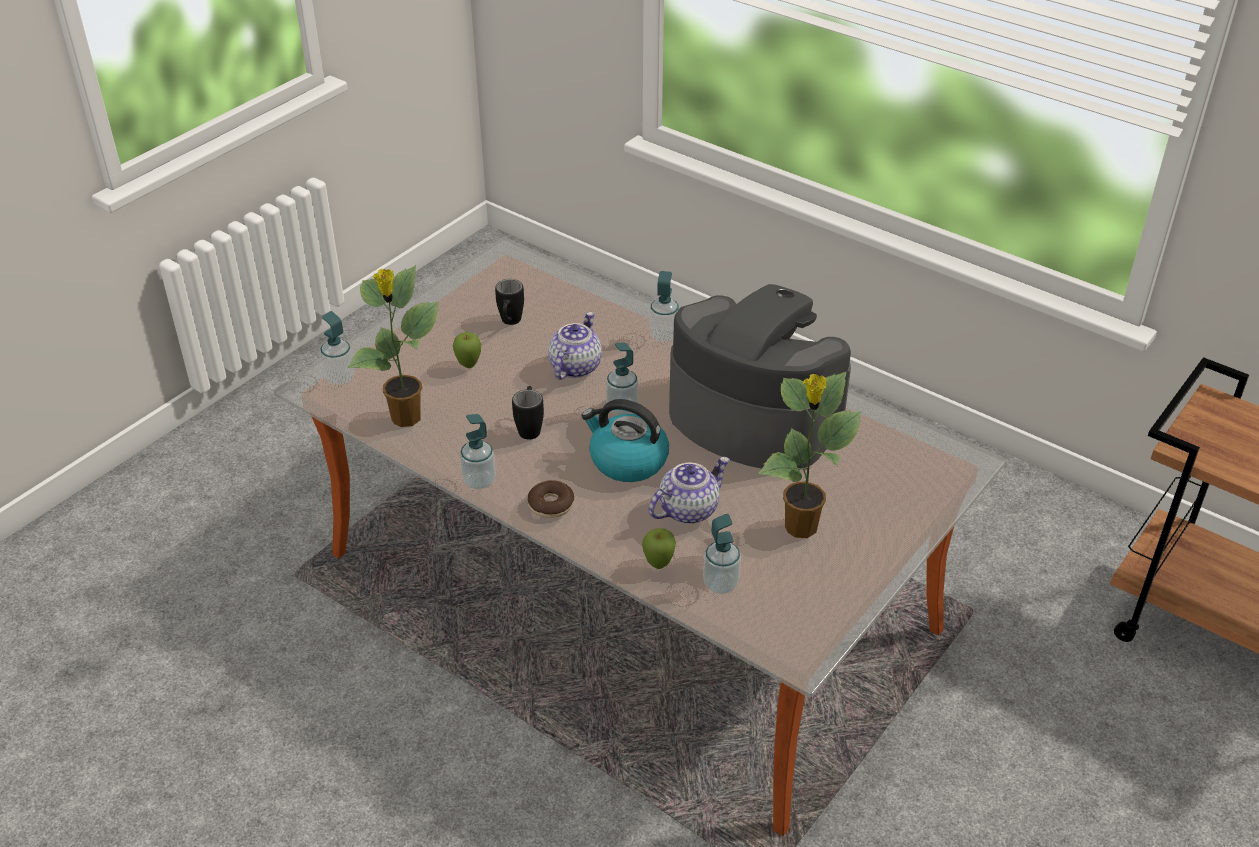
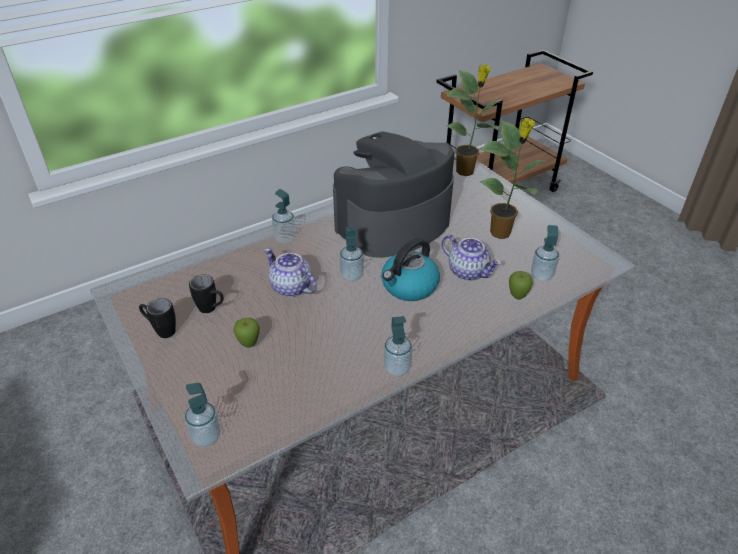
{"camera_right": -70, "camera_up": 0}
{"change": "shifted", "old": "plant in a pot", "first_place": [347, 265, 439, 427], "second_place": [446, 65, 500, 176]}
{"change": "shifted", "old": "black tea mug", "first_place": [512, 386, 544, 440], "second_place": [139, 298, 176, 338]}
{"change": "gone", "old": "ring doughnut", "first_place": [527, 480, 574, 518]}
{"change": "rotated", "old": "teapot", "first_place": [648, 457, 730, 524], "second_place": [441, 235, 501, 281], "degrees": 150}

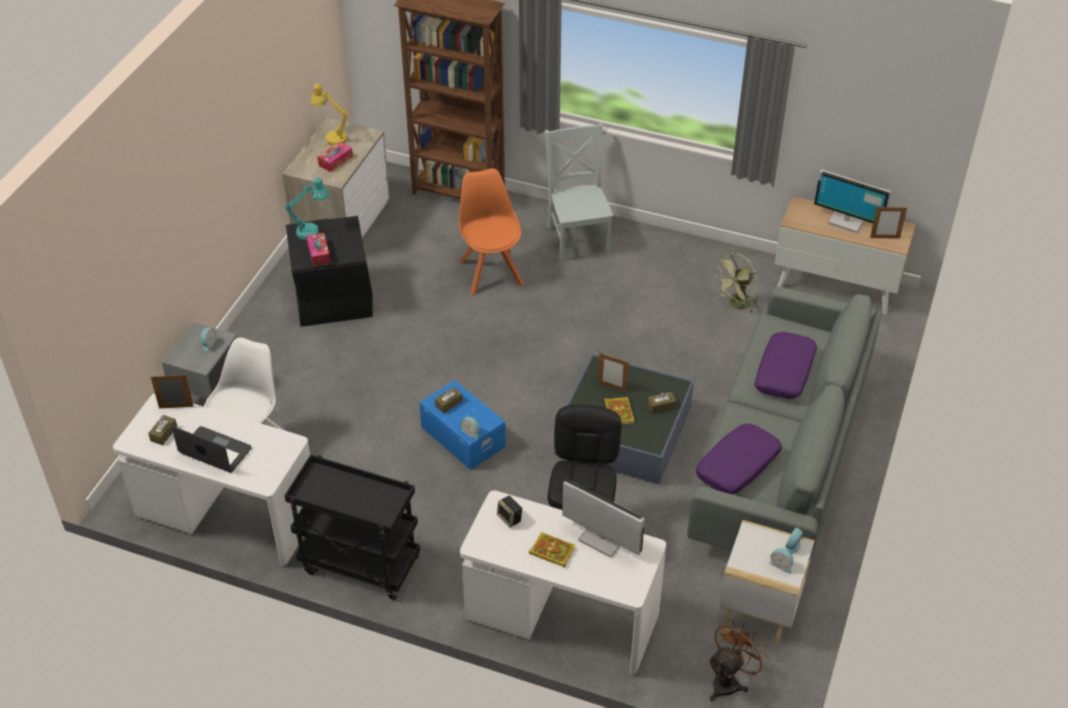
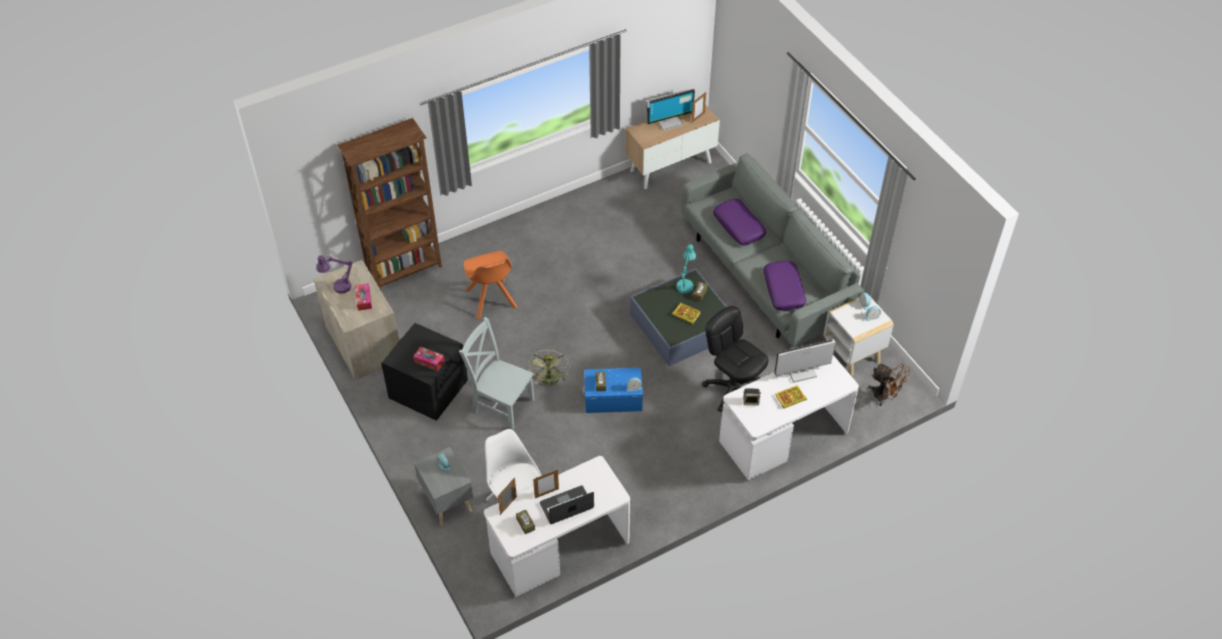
{"camera_right": -50, "camera_up": 5}
{"change": "gone", "old": "black trolley", "first_place": [284, 455, 420, 600]}
{"change": "shifted", "old": "blue-green table lamp", "first_place": [285, 177, 329, 240], "second_place": [676, 244, 696, 294]}
{"change": "repainted", "old": "yellow table lamp", "new": "purplish table lamp", "first_place": [311, 84, 348, 146], "second_place": [316, 255, 353, 294]}
{"change": "rotated", "old": "orange chair", "first_place": [459, 168, 524, 295], "second_place": [464, 251, 518, 319], "degrees": -135}
{"change": "shifted", "old": "gray chair", "first_place": [544, 123, 613, 262], "second_place": [459, 317, 534, 430]}
{"change": "shifted", "old": "photo frame", "first_place": [598, 353, 629, 392], "second_place": [533, 469, 559, 498]}
{"change": "rotated", "old": "brown fan", "first_place": [708, 619, 769, 701], "second_place": [868, 363, 910, 406], "degrees": 135}
{"change": "shifted", "old": "green-coloured fan", "first_place": [714, 253, 759, 313], "second_place": [528, 350, 569, 385]}

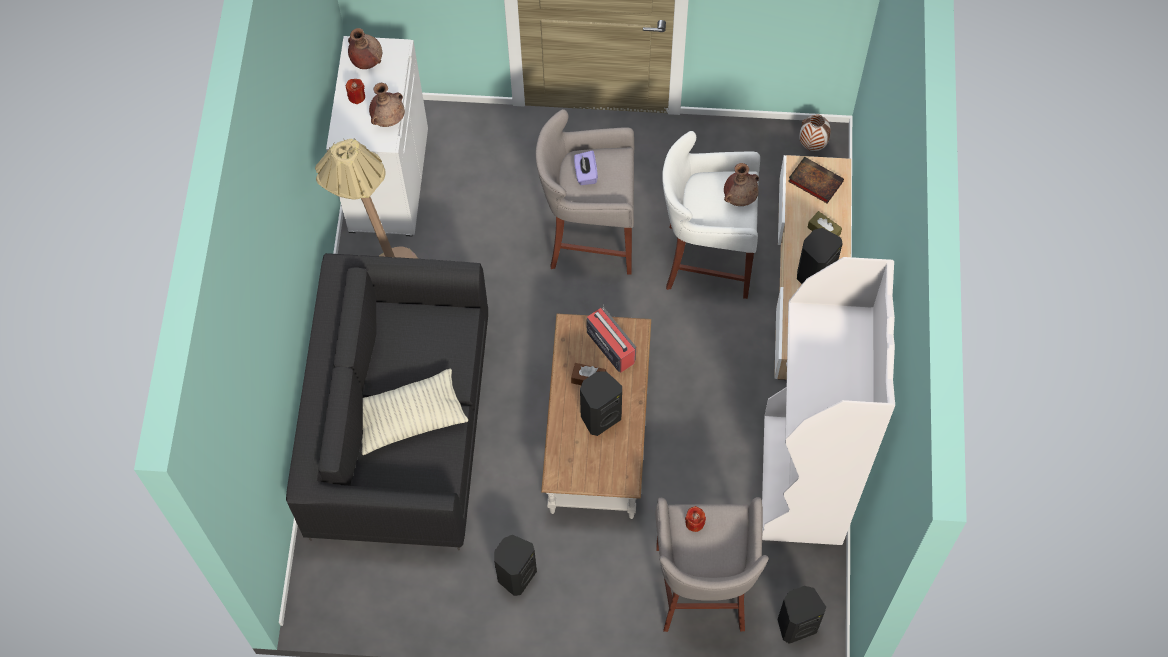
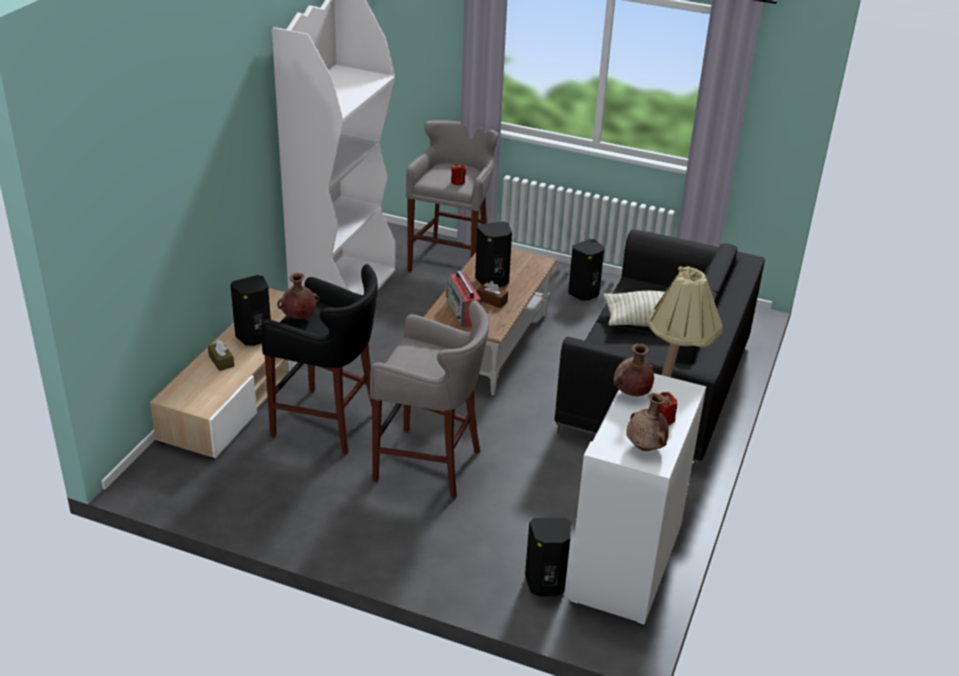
{"camera_right": -165, "camera_up": -30}
{"change": "gone", "old": "purplish tissue holder", "first_place": [574, 150, 598, 185]}
{"change": "repainted", "old": "white stool", "new": "black stool", "first_place": [662, 131, 760, 299], "second_place": [261, 264, 378, 454]}
{"change": "shifted", "old": "black audio speaker", "first_place": [777, 586, 826, 644], "second_place": [525, 518, 571, 597]}
{"change": "gone", "old": "book", "first_place": [788, 157, 844, 203]}
{"change": "gone", "old": "decorative vase", "first_place": [799, 115, 831, 151]}

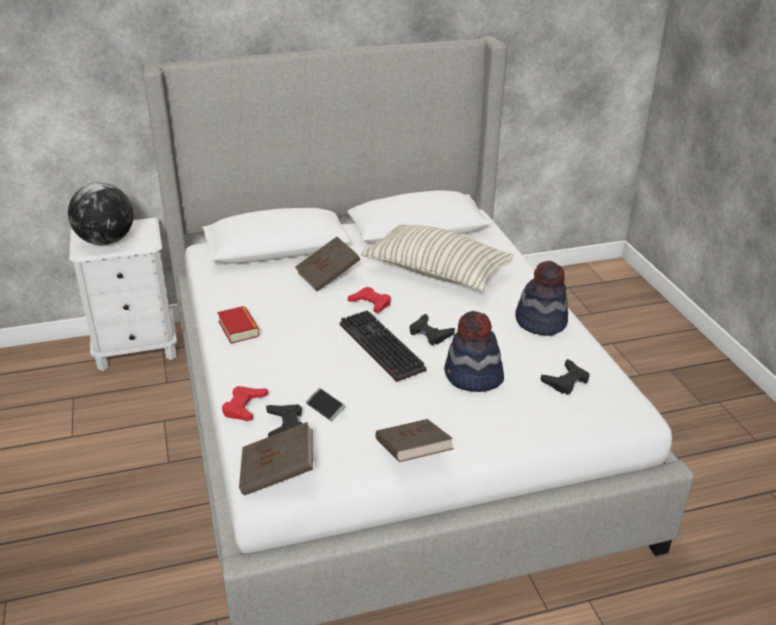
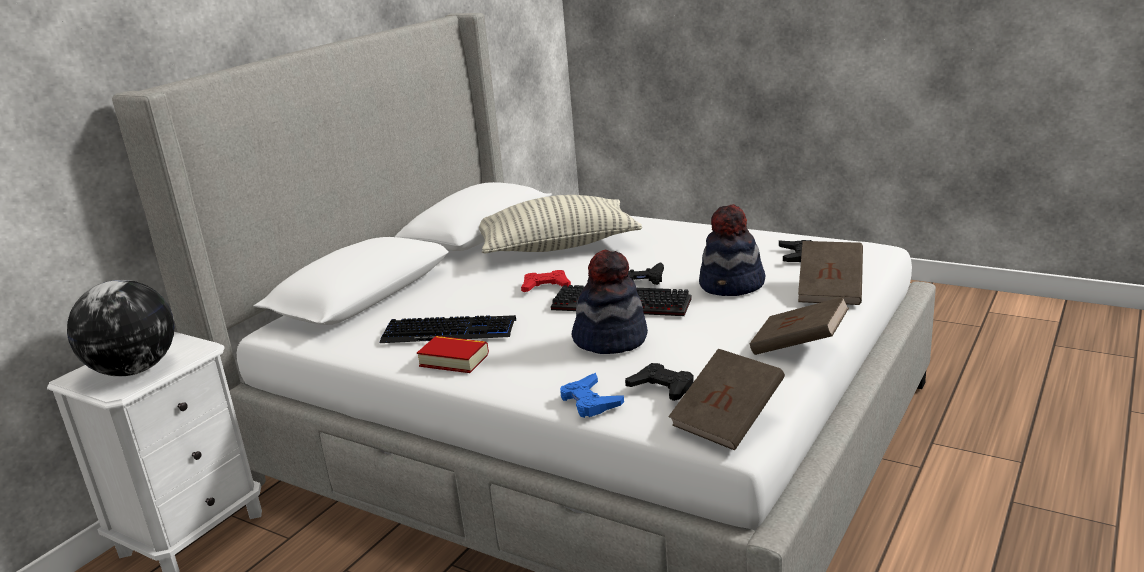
{"camera_right": -40, "camera_up": -10}
{"change": "repainted", "old": "red joypad", "new": "bluish joypad", "first_place": [222, 386, 268, 421], "second_place": [560, 373, 624, 418]}
{"change": "shifted", "old": "brown book", "first_place": [295, 237, 360, 291], "second_place": [798, 241, 863, 305]}
{"change": "gone", "old": "phone", "first_place": [306, 388, 345, 421]}
{"change": "shifted", "old": "hat", "first_place": [515, 261, 568, 336], "second_place": [572, 250, 648, 354]}
{"change": "new", "new": "keyboard", "second_place": [380, 315, 516, 343]}

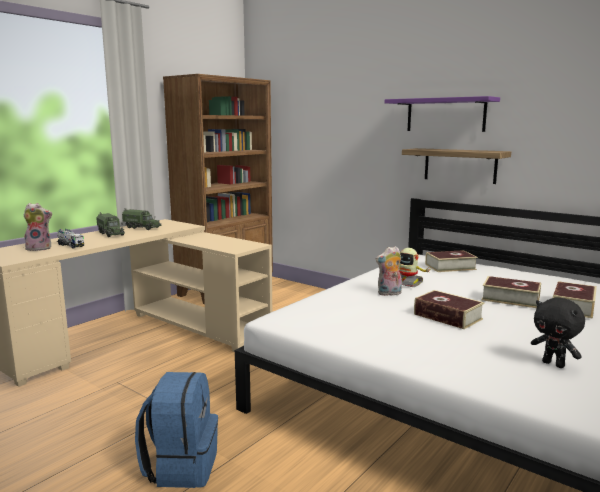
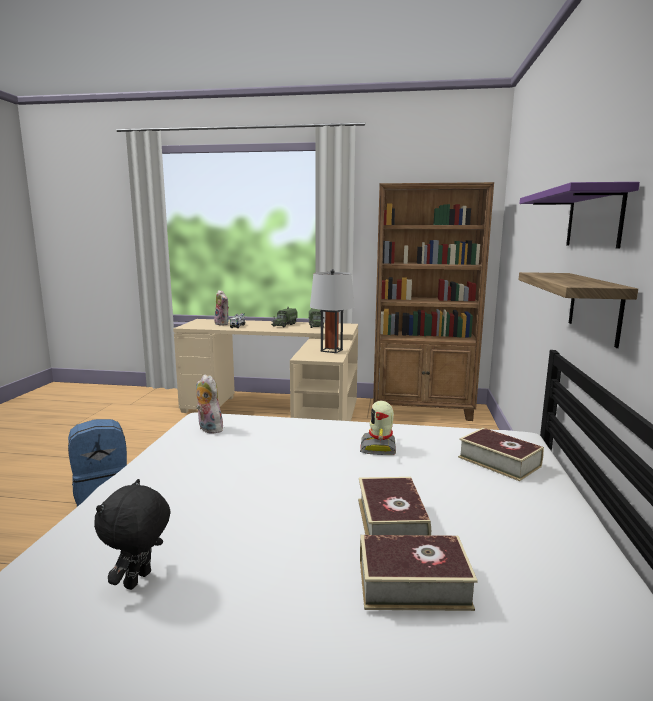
{"camera_right": 60, "camera_up": 0}
{"change": "shifted", "old": "plush toy", "first_place": [376, 246, 402, 296], "second_place": [196, 374, 223, 434]}
{"change": "gone", "old": "book", "first_place": [414, 290, 484, 329]}
{"change": "new", "new": "gray table lamp", "second_place": [310, 269, 354, 353]}

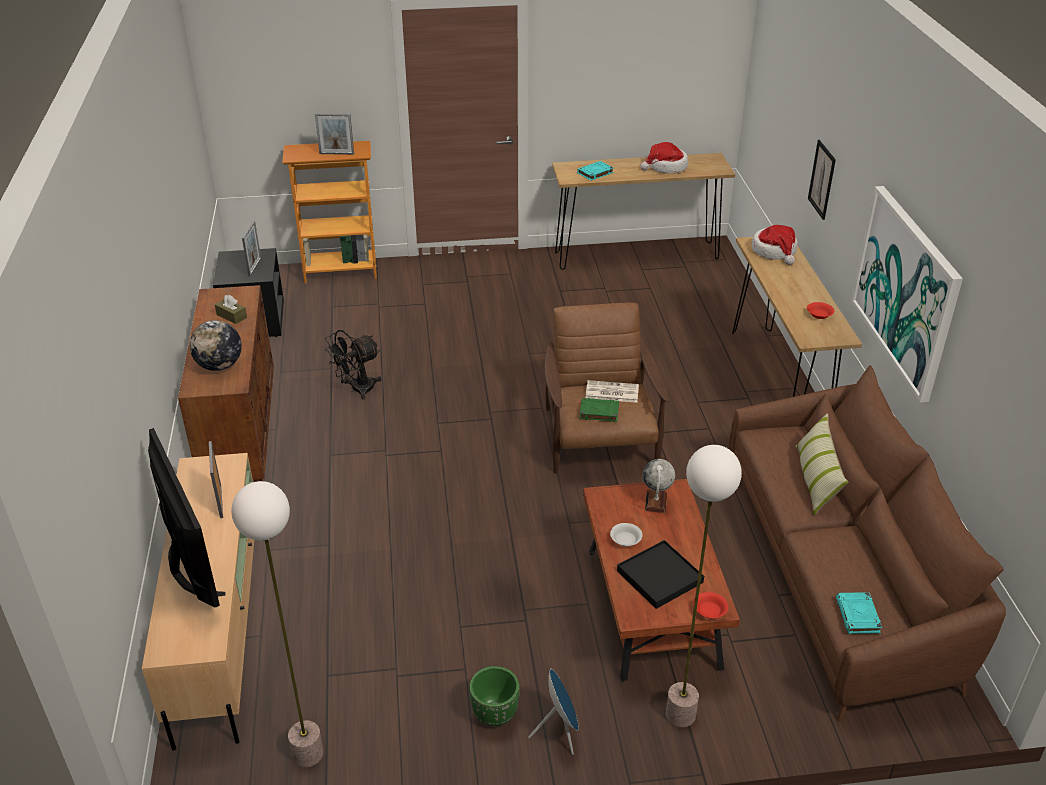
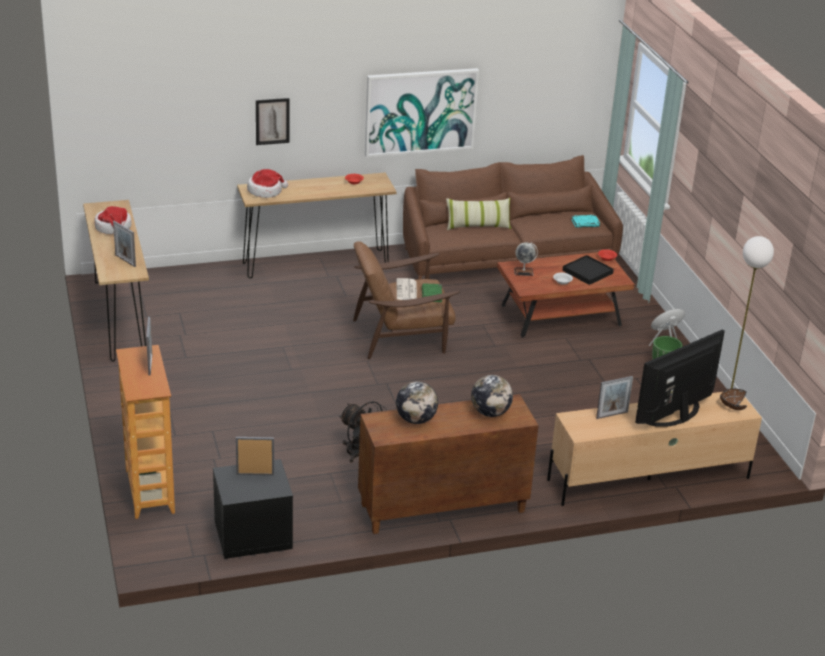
{"camera_right": -100, "camera_up": -5}
{"change": "swapped", "old": "brown tissue holder", "new": "world globe", "first_place": [215, 295, 247, 324], "second_place": [396, 381, 438, 424]}
{"change": "swapped", "old": "blue-green book", "new": "photo frame", "first_place": [577, 161, 614, 181], "second_place": [113, 221, 136, 267]}
{"change": "gone", "old": "standing lamp", "first_place": [666, 445, 742, 727]}
{"change": "new", "new": "brown deep dish", "second_place": [720, 389, 747, 410]}

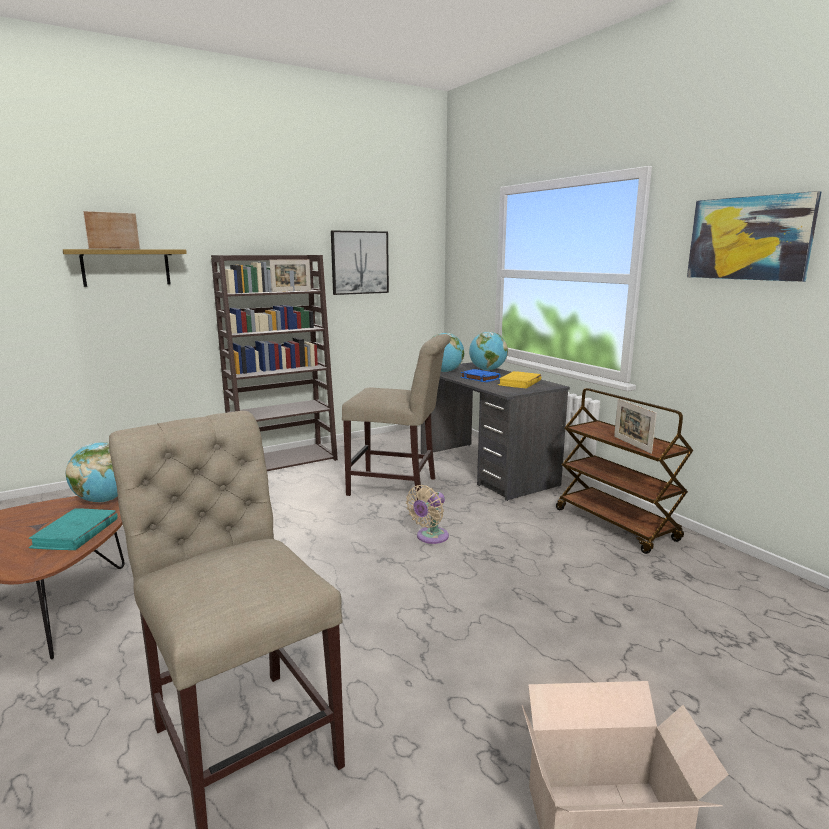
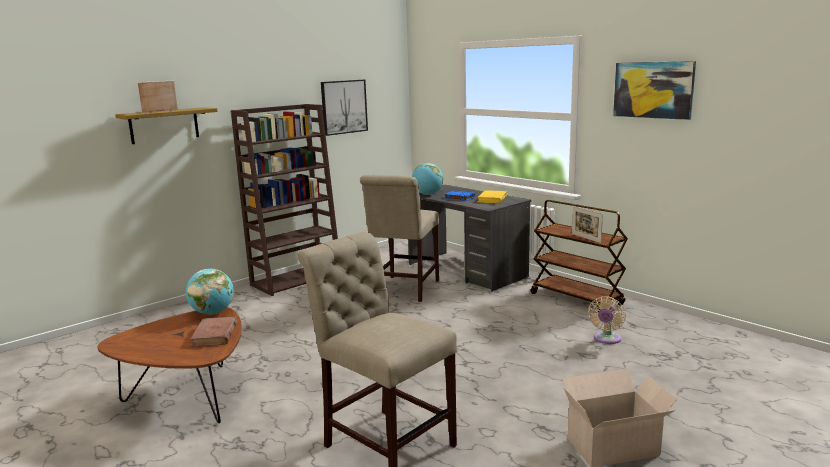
{"camera_right": -10, "camera_up": 0}
{"change": "repainted", "old": "blue-green book", "new": "brown book", "first_place": [29, 508, 118, 550], "second_place": [190, 317, 237, 347]}
{"change": "gone", "old": "photo frame", "first_place": [270, 259, 311, 292]}
{"change": "rotated", "old": "beige chair", "first_place": [342, 334, 451, 500], "second_place": [360, 175, 439, 302], "degrees": 105}
{"change": "shifted", "old": "beige fan", "first_place": [406, 485, 449, 544], "second_place": [588, 297, 626, 344]}
{"change": "gone", "old": "world globe", "first_place": [469, 332, 508, 371]}

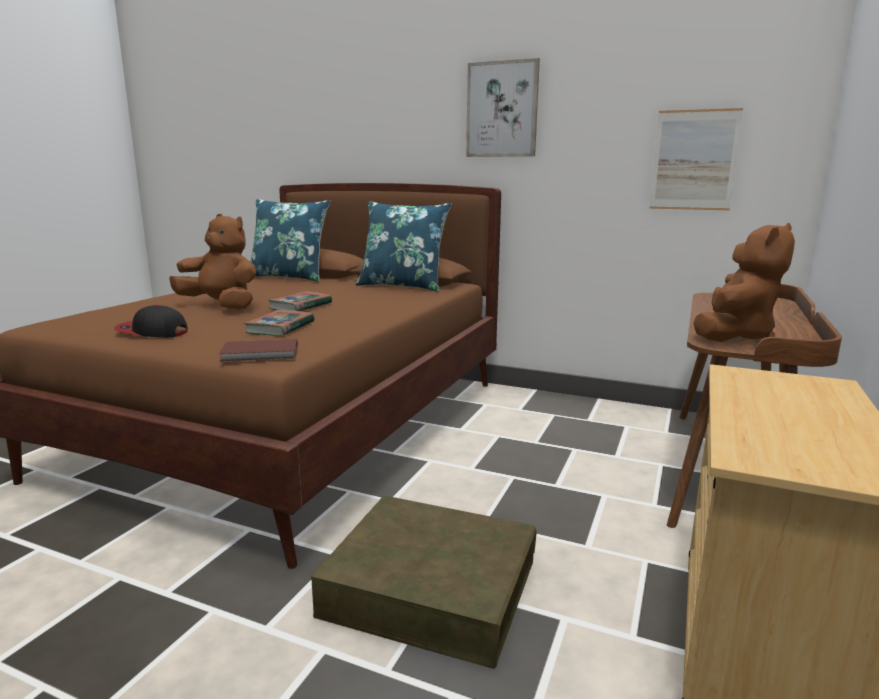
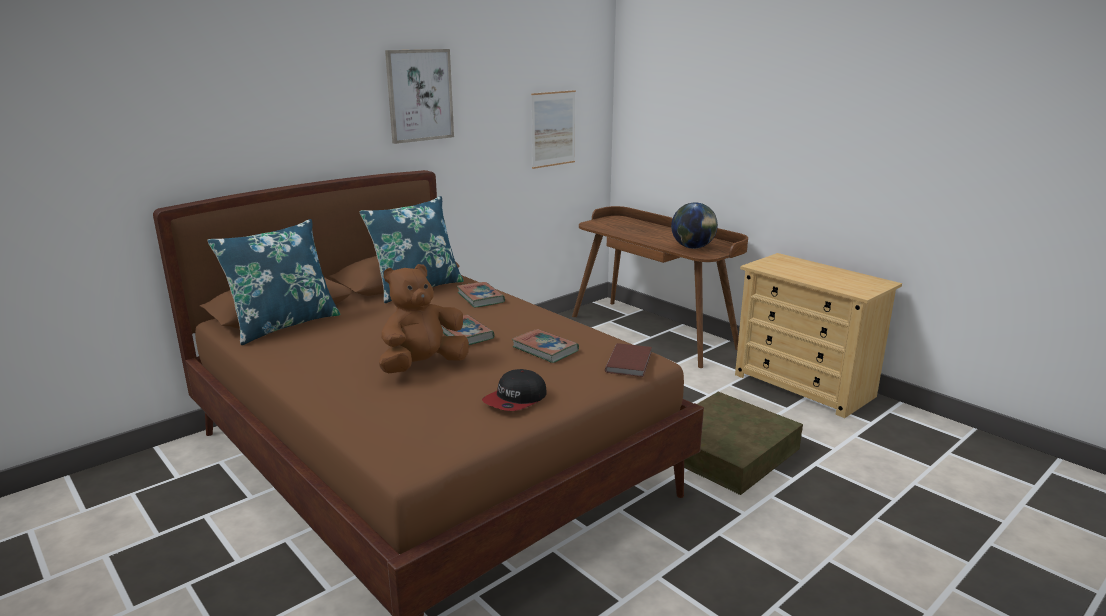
{"camera_right": -65, "camera_up": 5}
{"change": "swapped", "old": "brown plush toy", "new": "world globe", "first_place": [693, 223, 795, 342], "second_place": [671, 202, 718, 249]}
{"change": "new", "new": "book", "second_place": [457, 282, 505, 308]}

